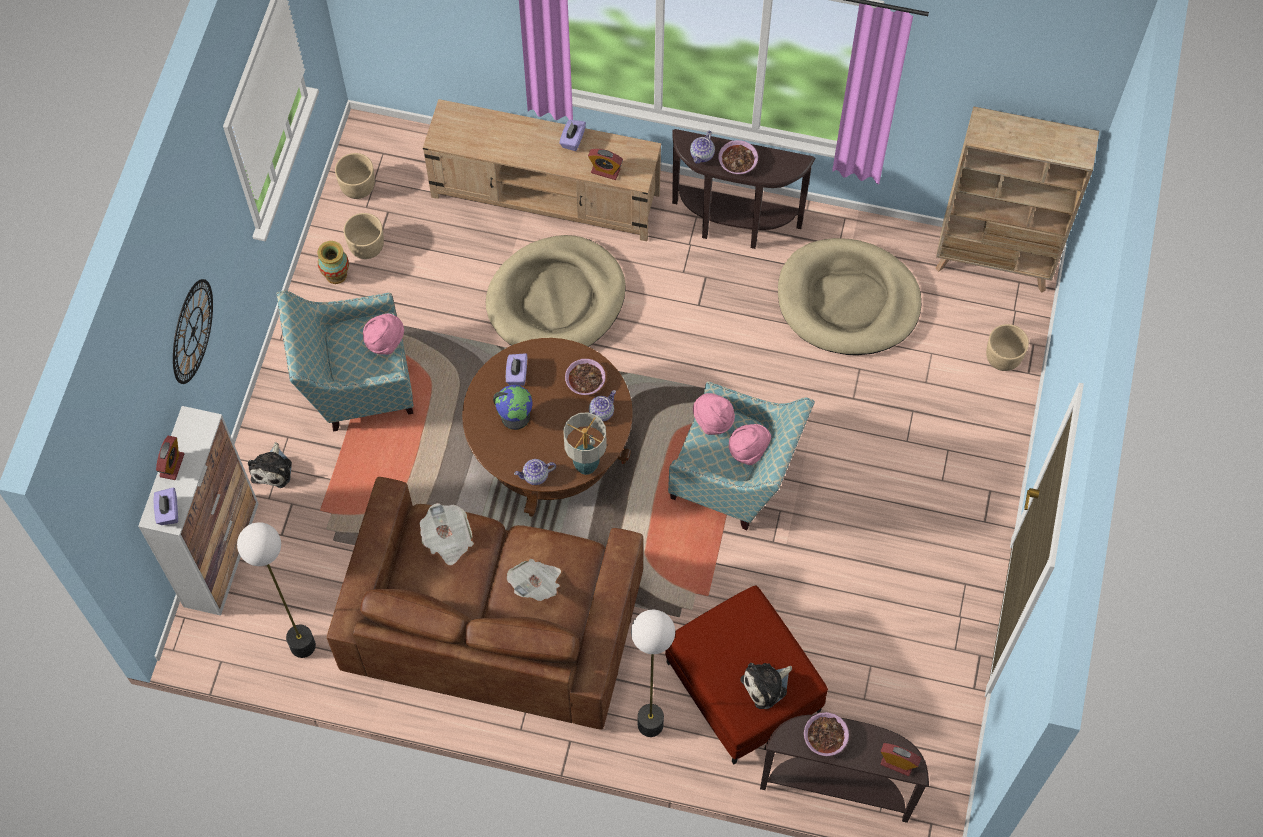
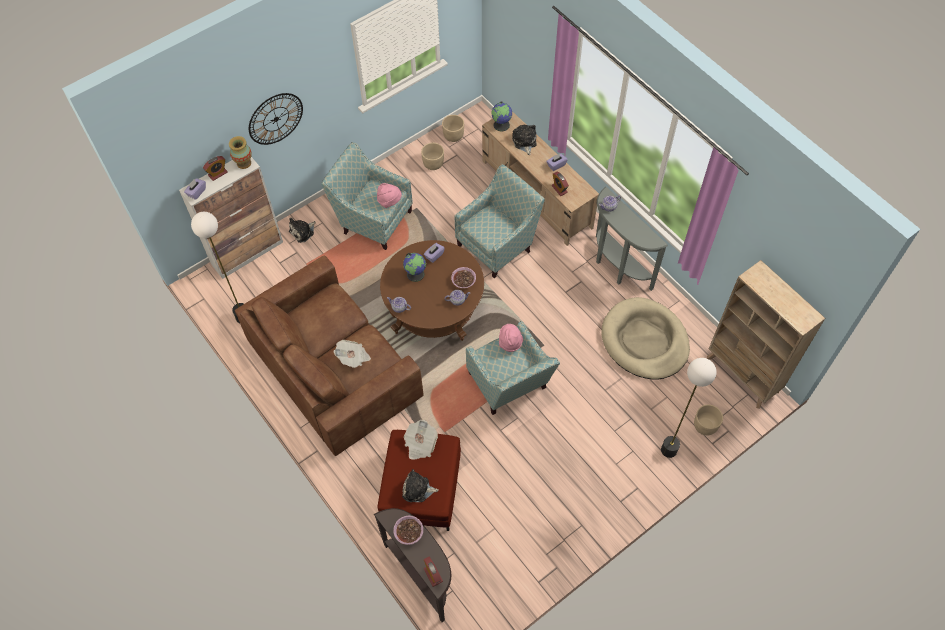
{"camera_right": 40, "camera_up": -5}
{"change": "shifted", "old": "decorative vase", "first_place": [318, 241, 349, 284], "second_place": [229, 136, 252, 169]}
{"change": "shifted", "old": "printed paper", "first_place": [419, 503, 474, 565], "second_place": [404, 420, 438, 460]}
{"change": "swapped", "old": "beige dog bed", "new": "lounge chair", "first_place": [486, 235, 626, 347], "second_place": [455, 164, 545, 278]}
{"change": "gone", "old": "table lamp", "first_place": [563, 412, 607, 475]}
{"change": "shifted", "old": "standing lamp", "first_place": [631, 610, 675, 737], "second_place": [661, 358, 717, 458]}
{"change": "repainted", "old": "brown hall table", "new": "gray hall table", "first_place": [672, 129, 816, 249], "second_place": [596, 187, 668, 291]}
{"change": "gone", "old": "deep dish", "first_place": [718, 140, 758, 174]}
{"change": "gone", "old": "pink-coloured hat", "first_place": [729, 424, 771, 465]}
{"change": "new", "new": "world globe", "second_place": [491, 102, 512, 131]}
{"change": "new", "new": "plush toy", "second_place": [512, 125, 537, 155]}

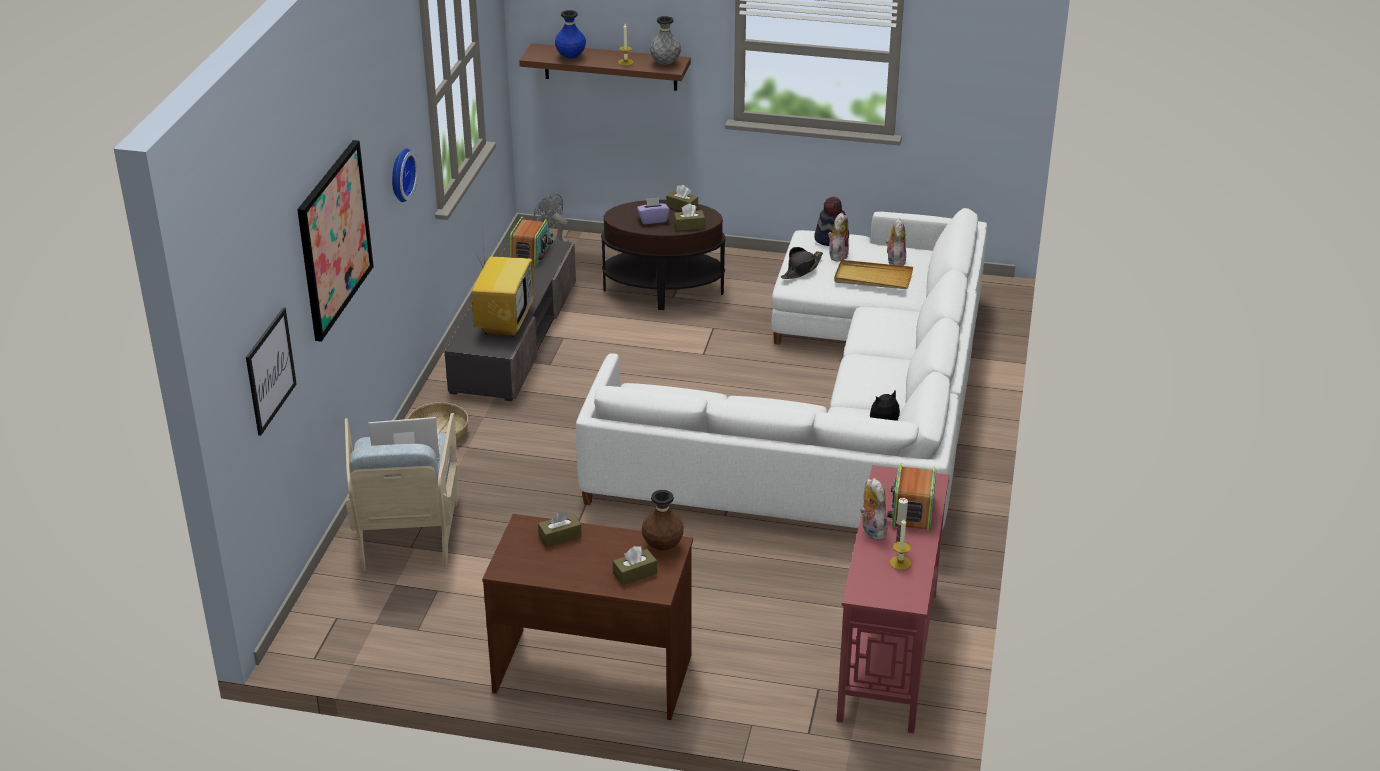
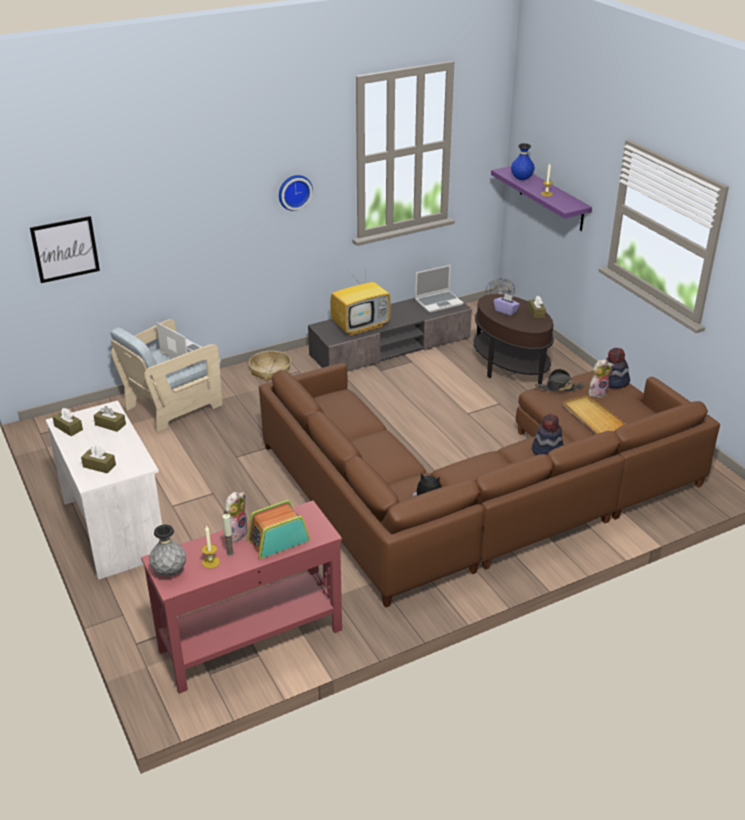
{"camera_right": 50, "camera_up": 0}
{"change": "gone", "old": "picture", "first_place": [297, 140, 374, 342]}
{"change": "repainted", "old": "brown desk", "new": "white desk", "first_place": [482, 514, 693, 720], "second_place": [46, 400, 162, 580]}
{"change": "swapped", "old": "radio receiver", "new": "laptop", "first_place": [510, 217, 553, 267], "second_place": [415, 265, 464, 313]}
{"change": "repainted", "old": "brown wall shelf", "new": "purplish wall shelf", "first_place": [519, 43, 691, 91], "second_place": [491, 166, 592, 231]}
{"change": "repainted", "old": "white couch", "new": "brown couch", "first_place": [576, 208, 987, 531], "second_place": [259, 363, 720, 608]}
{"change": "gone", "old": "brown decorative vase", "first_place": [642, 490, 684, 551]}
{"change": "shifted", "old": "gray decorative vase", "first_place": [650, 16, 681, 65], "second_place": [149, 524, 186, 576]}
{"change": "shifted", "old": "brown tissue holder", "first_place": [674, 203, 705, 231], "second_place": [53, 408, 83, 436]}
{"change": "gone", "old": "plush toy", "first_place": [886, 219, 906, 266]}
{"change": "new", "new": "hat", "second_place": [532, 413, 564, 455]}

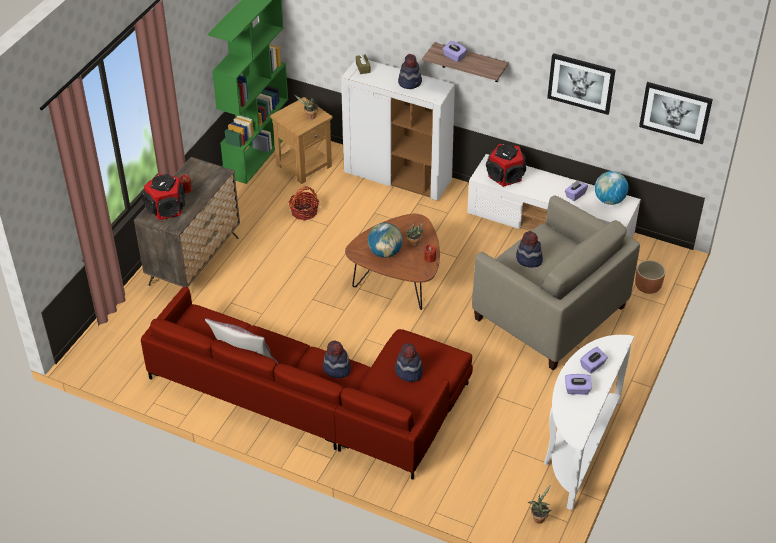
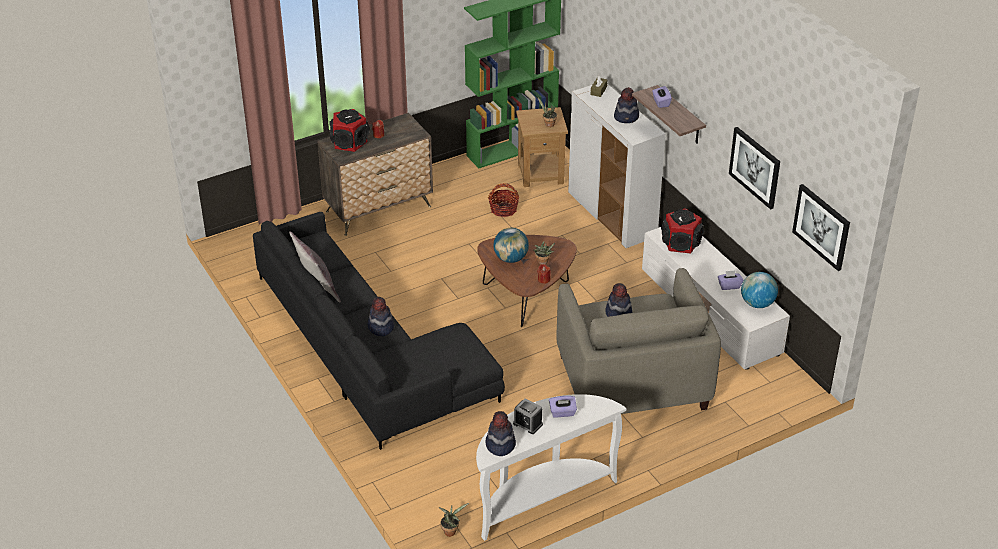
{"camera_right": 35, "camera_up": -5}
{"change": "repainted", "old": "red couch", "new": "black couch", "first_place": [141, 287, 473, 480], "second_place": [253, 212, 505, 450]}
{"change": "shifted", "old": "hat", "first_place": [395, 343, 423, 382], "second_place": [485, 411, 516, 456]}
{"change": "swapped", "old": "purplish tissue holder", "new": "bedside clock", "first_place": [565, 374, 592, 394], "second_place": [513, 398, 543, 434]}
{"change": "gone", "old": "brown planter", "first_place": [635, 260, 665, 294]}

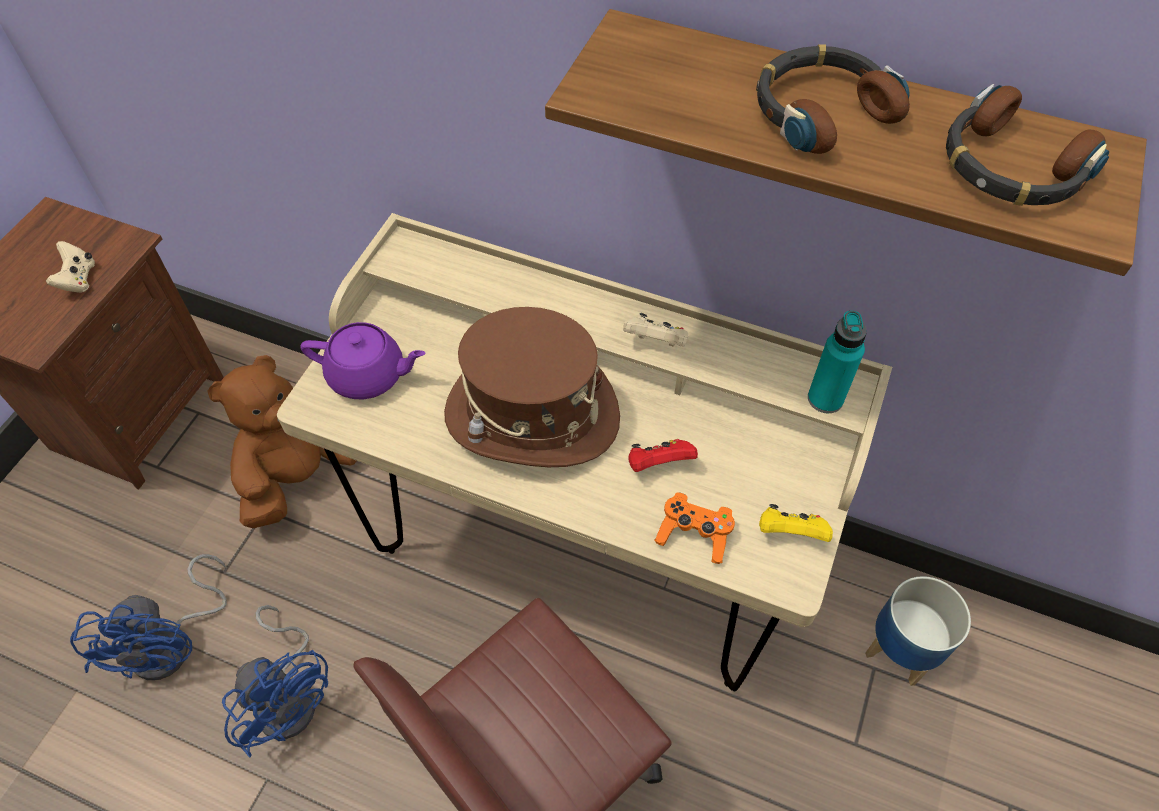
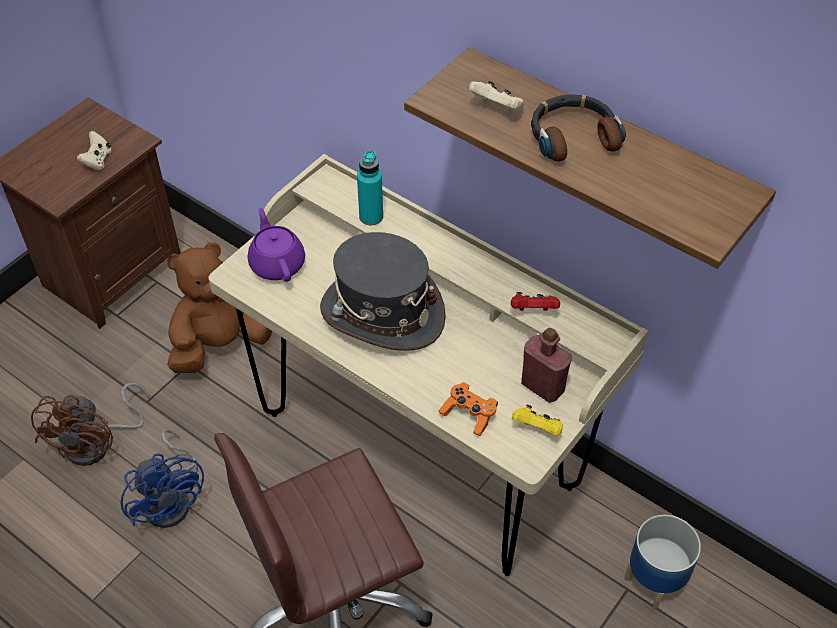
{"camera_right": 15, "camera_up": -5}
{"change": "repainted", "old": "bluish fan", "new": "brown fan", "first_place": [70, 554, 227, 680], "second_place": [31, 383, 149, 466]}
{"change": "rotated", "old": "purplish teapot", "first_place": [301, 322, 426, 399], "second_place": [248, 208, 305, 282], "degrees": -135}
{"change": "repainted", "old": "brown hat", "new": "gray hat", "first_place": [444, 307, 620, 467], "second_place": [320, 232, 446, 351]}
{"change": "shifted", "old": "beige joypad", "first_place": [623, 313, 689, 347], "second_place": [468, 81, 524, 114]}
{"change": "shifted", "old": "red joypad", "first_place": [628, 439, 698, 472], "second_place": [511, 292, 560, 311]}
{"change": "shifted", "old": "blue-green bottle", "first_place": [808, 311, 867, 414], "second_place": [357, 150, 383, 225]}
{"change": "gone", "old": "pair of headphones", "first_place": [946, 84, 1109, 206]}
{"change": "new", "new": "red bottle", "second_place": [521, 328, 572, 403]}

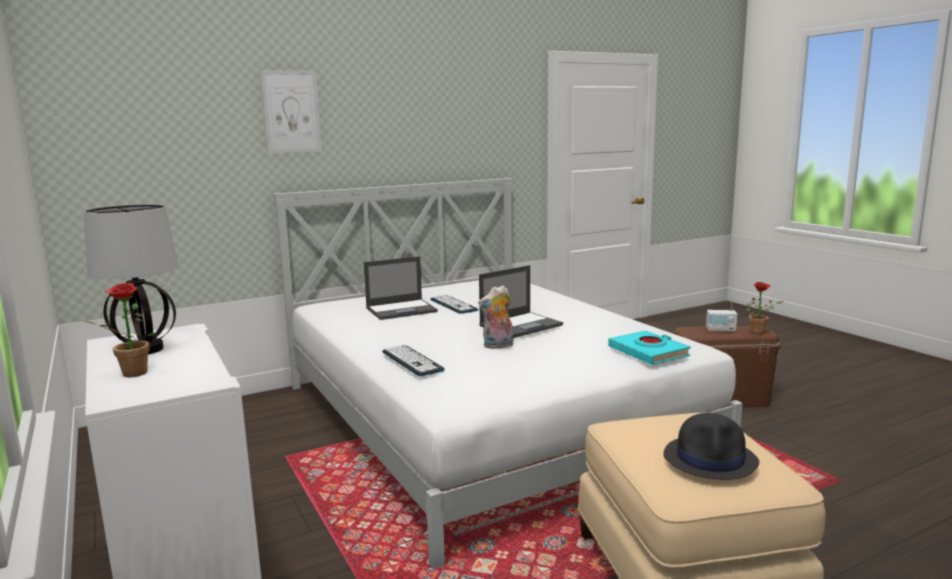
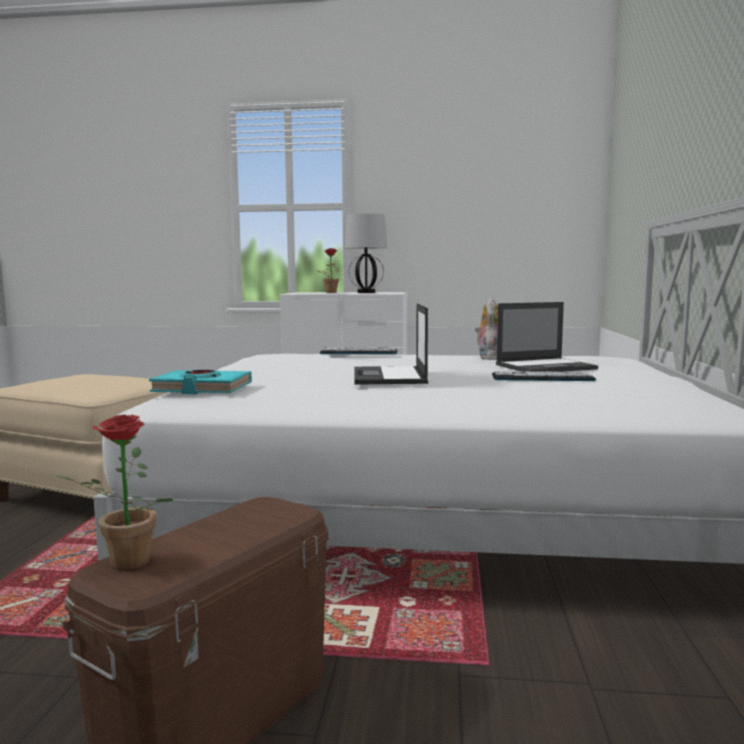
{"camera_right": 125, "camera_up": -5}
{"change": "gone", "old": "picture", "first_place": [261, 70, 322, 153]}
{"change": "rotated", "old": "laptop", "first_place": [364, 256, 438, 320], "second_place": [496, 302, 598, 372], "degrees": -120}
{"change": "shifted", "old": "plush toy", "first_place": [478, 285, 513, 349], "second_place": [475, 298, 498, 360]}
{"change": "gone", "old": "black hat", "first_place": [663, 413, 759, 480]}
{"change": "gone", "old": "radio receiver", "first_place": [706, 297, 737, 332]}

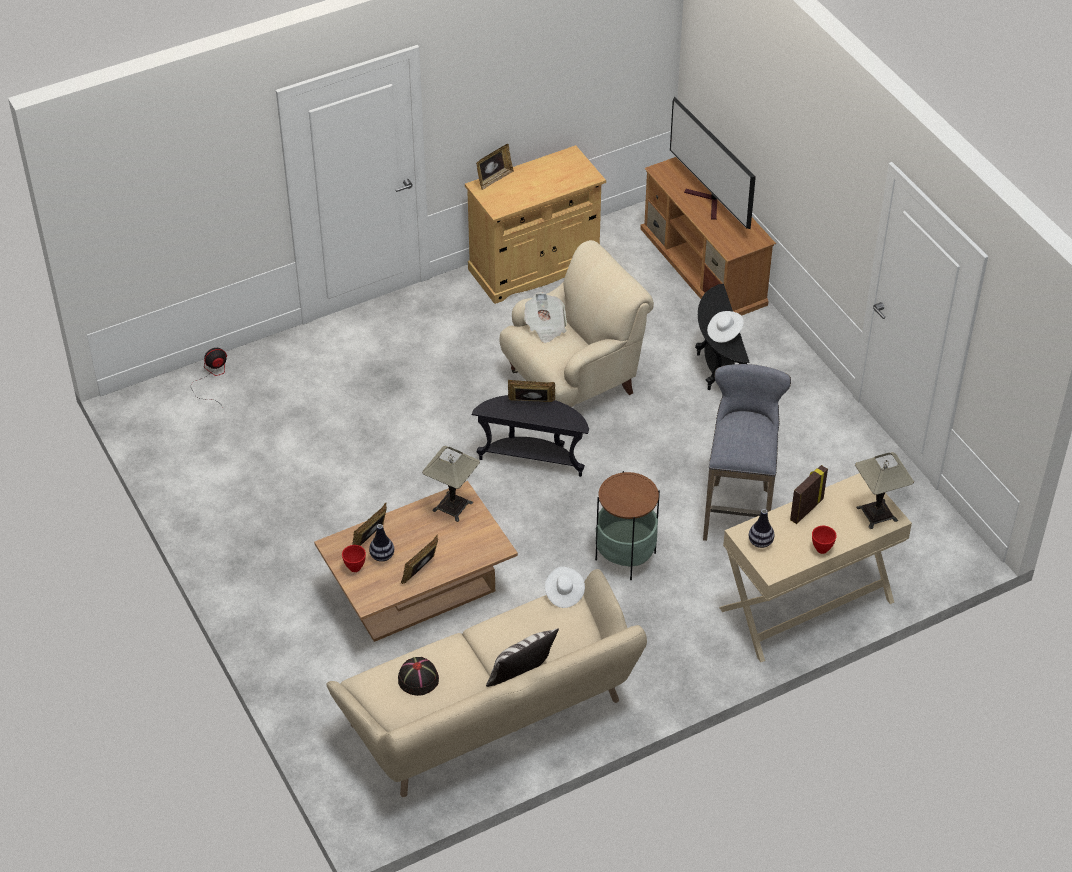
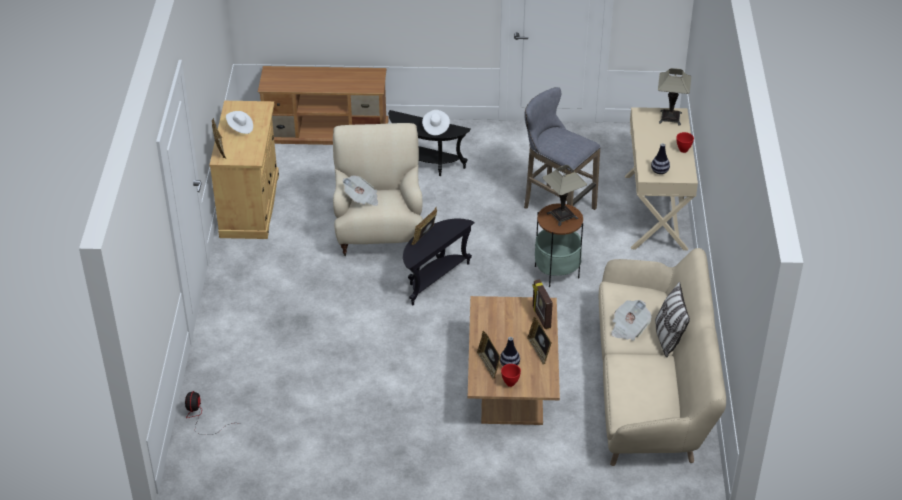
{"camera_right": -60, "camera_up": -5}
{"change": "gone", "old": "black hat", "first_place": [398, 657, 439, 696]}
{"change": "shifted", "old": "table lamp", "first_place": [422, 446, 480, 522], "second_place": [542, 165, 587, 226]}
{"change": "shifted", "old": "white hat", "first_place": [545, 567, 585, 608], "second_place": [226, 111, 253, 134]}
{"change": "gone", "old": "TV", "first_place": [670, 97, 756, 229]}
{"change": "shifted", "old": "photo frame", "first_place": [790, 465, 828, 524], "second_place": [532, 279, 553, 329]}
{"change": "new", "new": "printed paper", "second_place": [611, 300, 651, 341]}

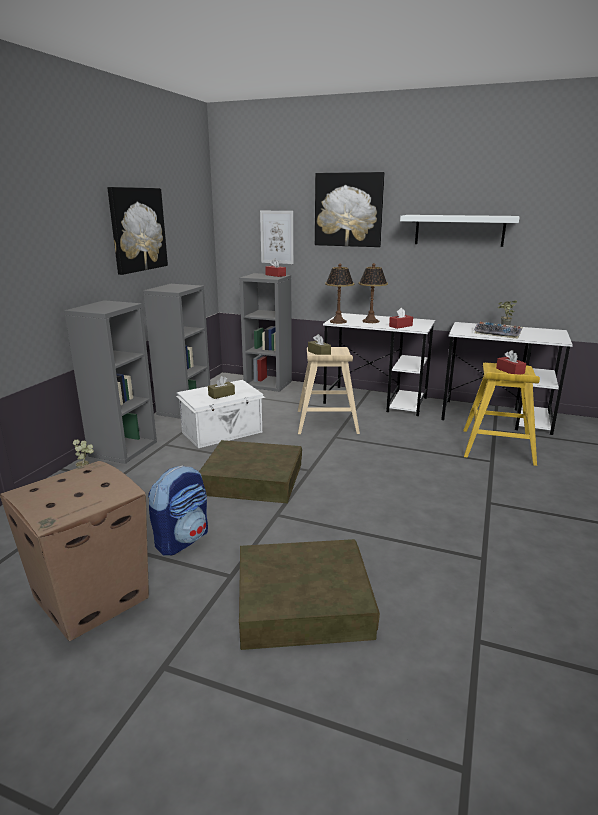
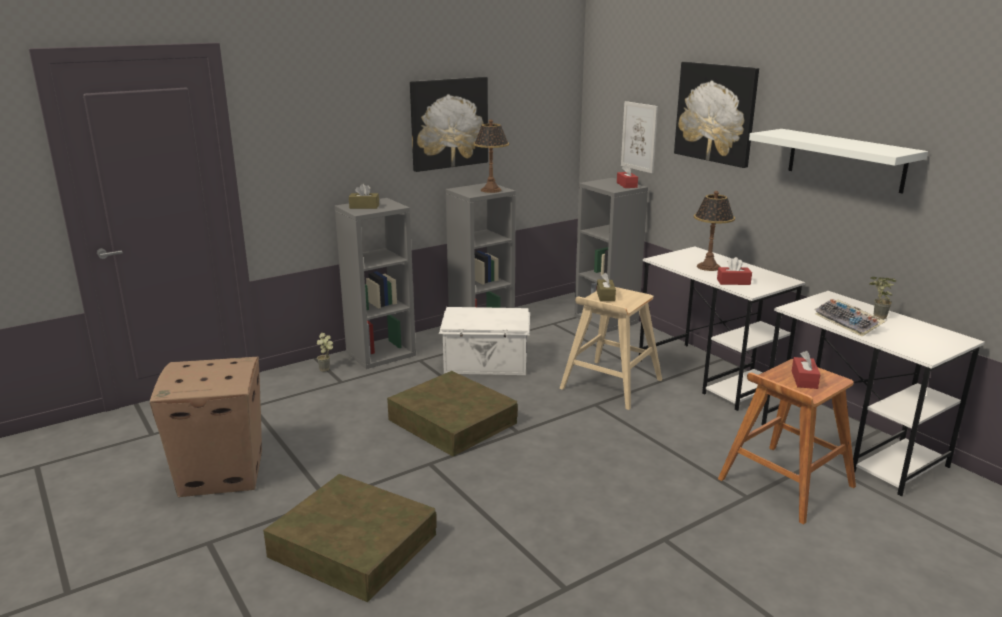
{"camera_right": 35, "camera_up": 0}
{"change": "gone", "old": "rucksack", "first_place": [148, 465, 208, 556]}
{"change": "shifted", "old": "brown tissue holder", "first_place": [208, 376, 235, 399], "second_place": [349, 184, 379, 209]}
{"change": "shifted", "old": "table lamp", "first_place": [325, 264, 354, 324], "second_place": [473, 120, 509, 193]}
{"change": "repainted", "old": "yellow stool", "new": "brown stool", "first_place": [463, 363, 540, 466], "second_place": [718, 359, 856, 525]}

